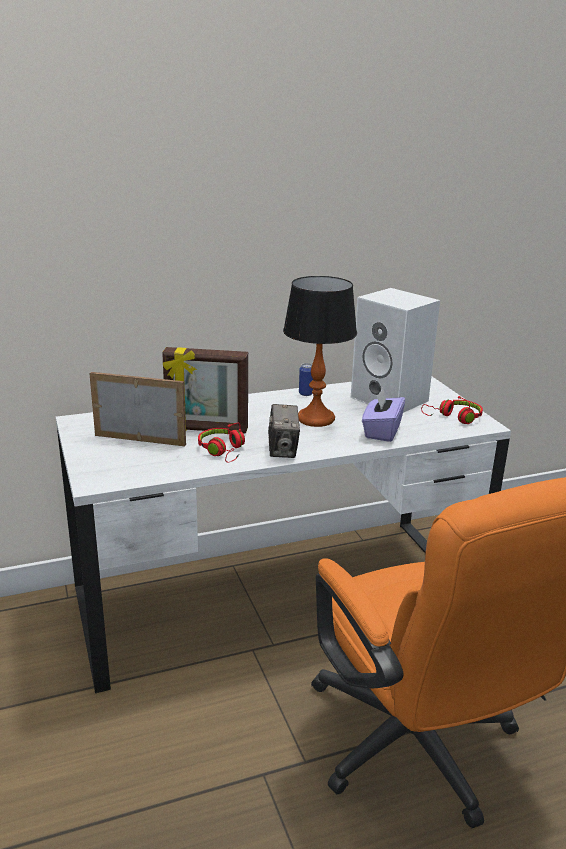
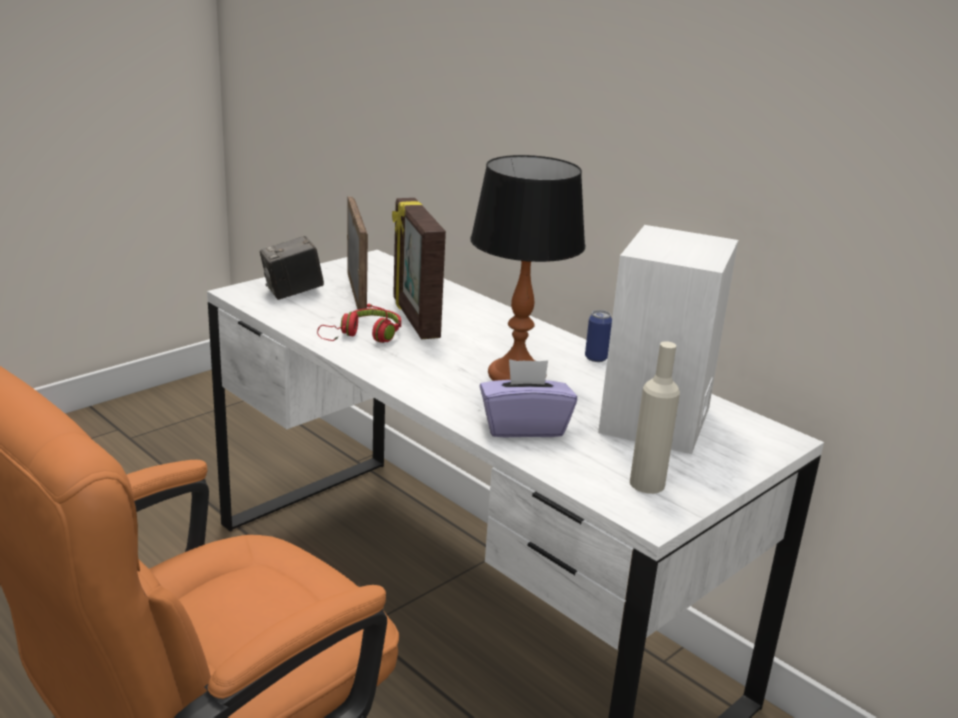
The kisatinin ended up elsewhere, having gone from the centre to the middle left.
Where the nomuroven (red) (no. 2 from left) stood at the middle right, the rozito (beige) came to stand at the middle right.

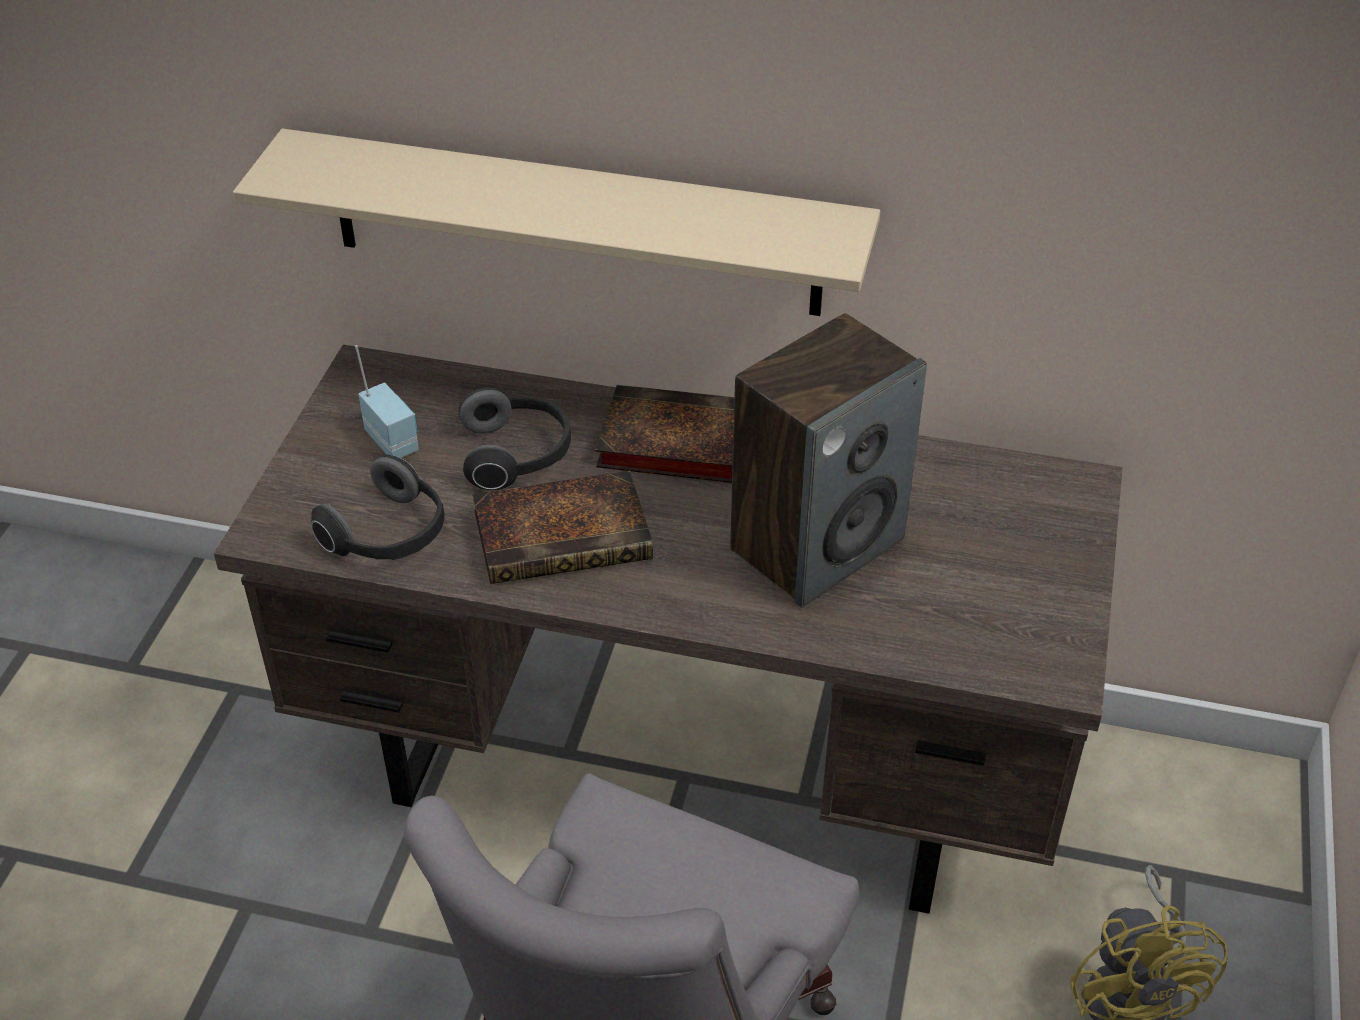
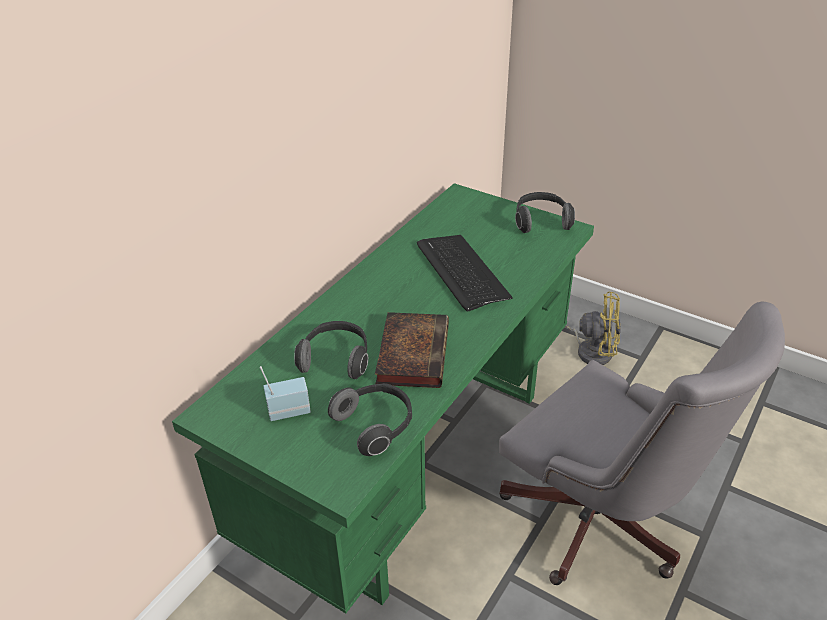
What was the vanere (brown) at the centre turned into the vanere (green) at the centre.
The second view lost the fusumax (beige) at the top centre.
The second view lost the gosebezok (no. 2 from left) at the centre.
Where the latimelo stood at the centre, the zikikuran came to stand at the centre.
The second view gained the nomuroven (no. 3 from left) at the centre.

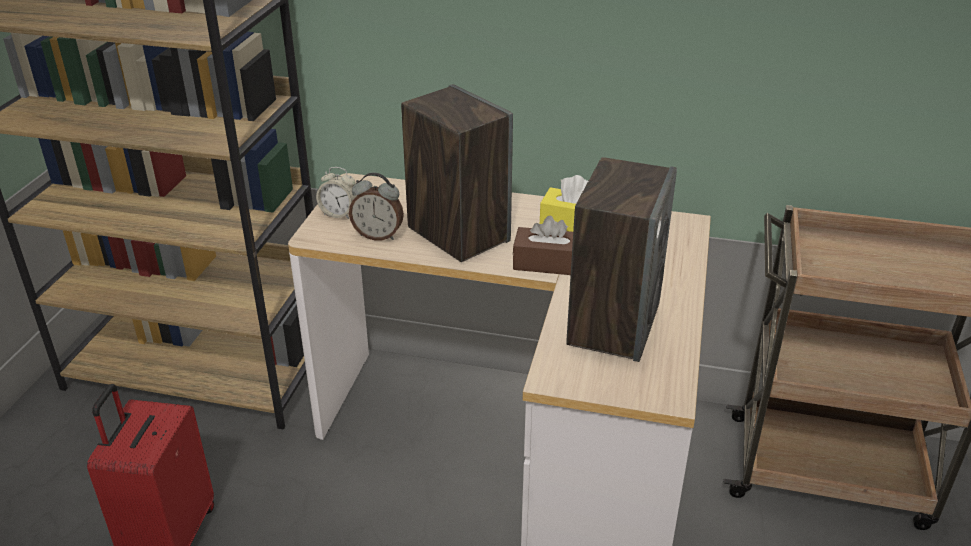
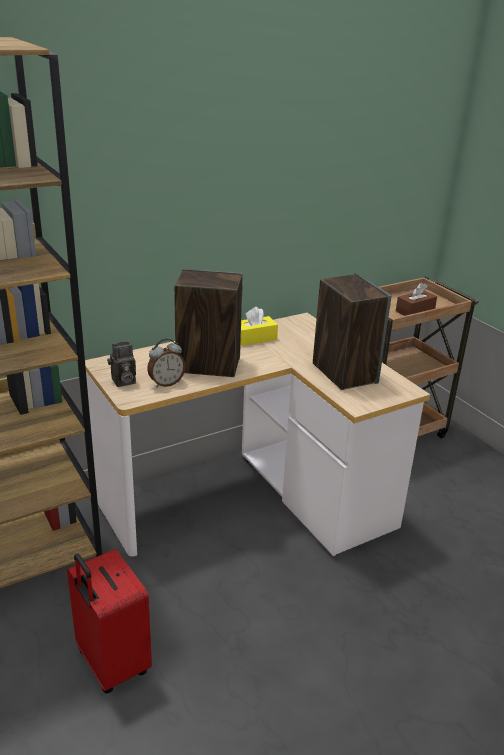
Where the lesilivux (no. 1 from left) stood at the centre, the kisatinin came to stand at the middle left.
The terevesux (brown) ended up elsewhere, having gone from the centre to the middle right.

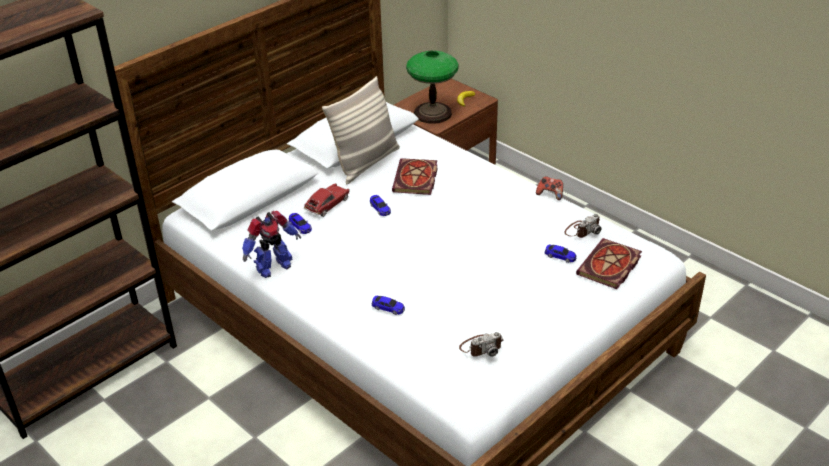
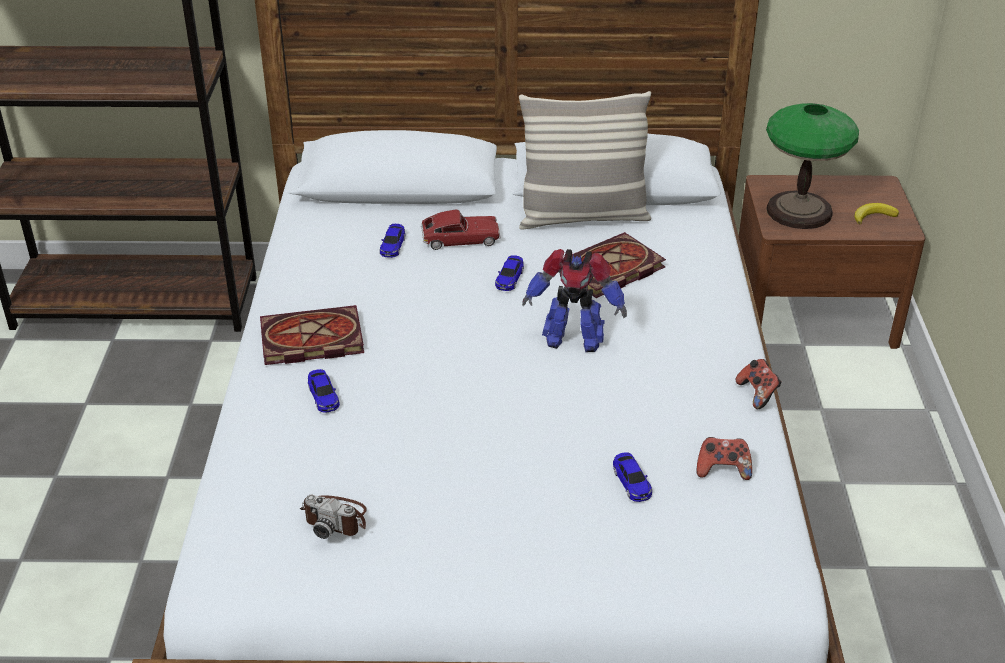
The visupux ended up elsewhere, having gone from the middle left to the centre.
Where the kisatinin (no. 2 from left) stood at the middle right, the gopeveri (no. 1 from left) came to stand at the bottom right.
The gosebezok (no. 2 from left in the first image) ended up elsewhere, having gone from the middle right to the middle left.

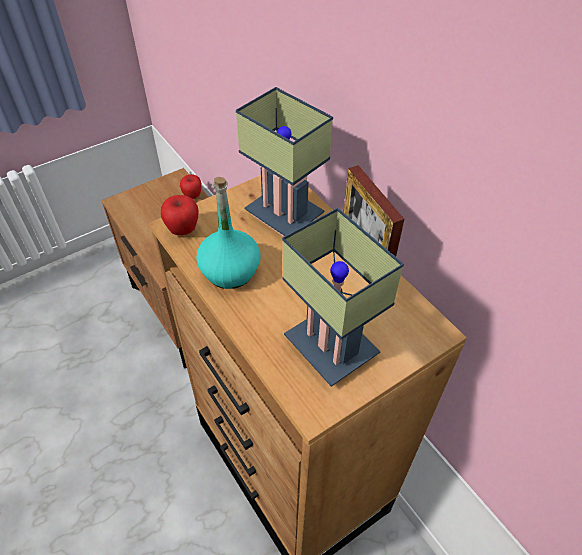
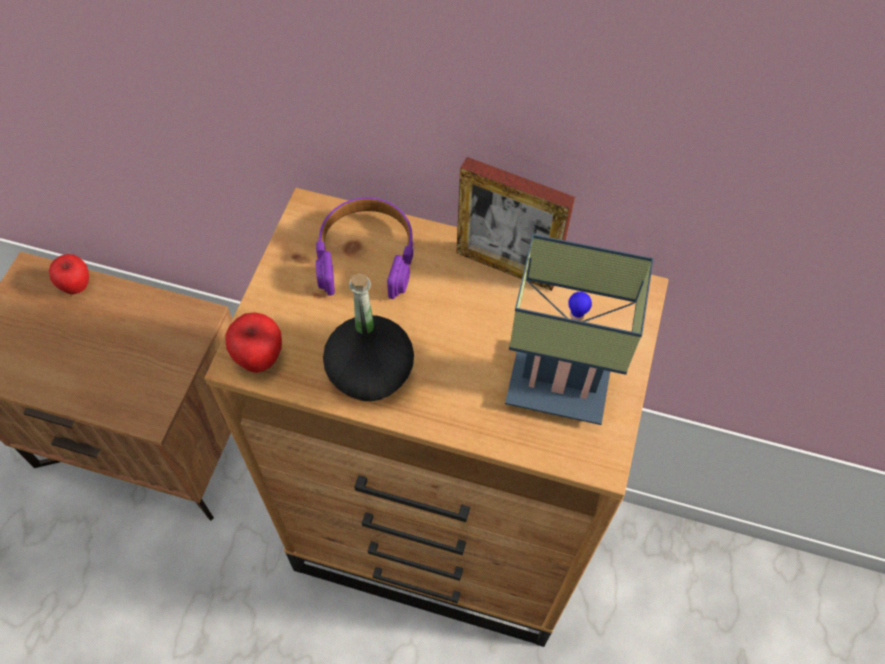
What was the rozito (turquoise) at the centre turned into the rozito (black) at the centre.
Where the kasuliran (no. 1 from left) stood at the top centre, the nomuroven (purple) came to stand at the centre.

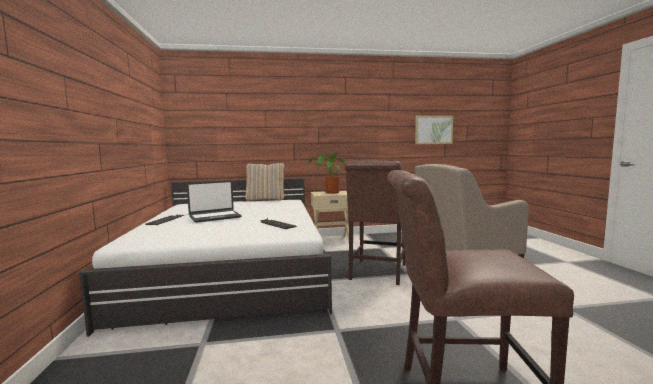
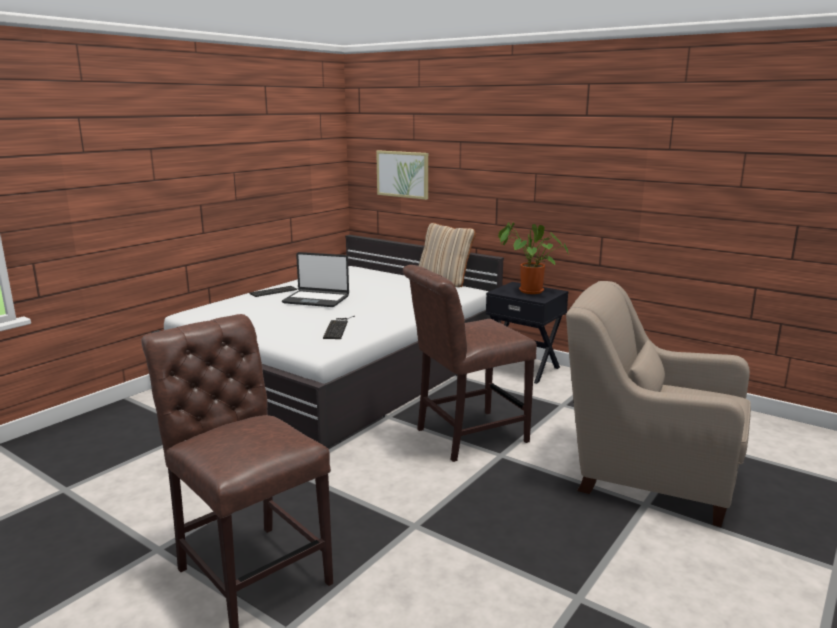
What was the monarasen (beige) at the centre turned into the monarasen (black) at the centre.
The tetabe ended up elsewhere, having gone from the centre to the top centre.

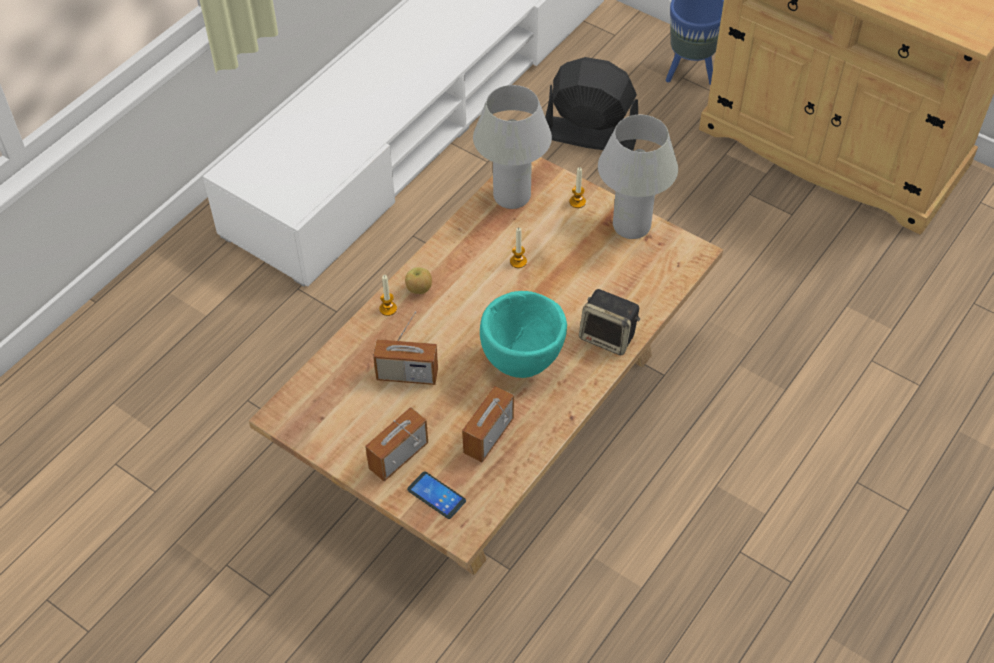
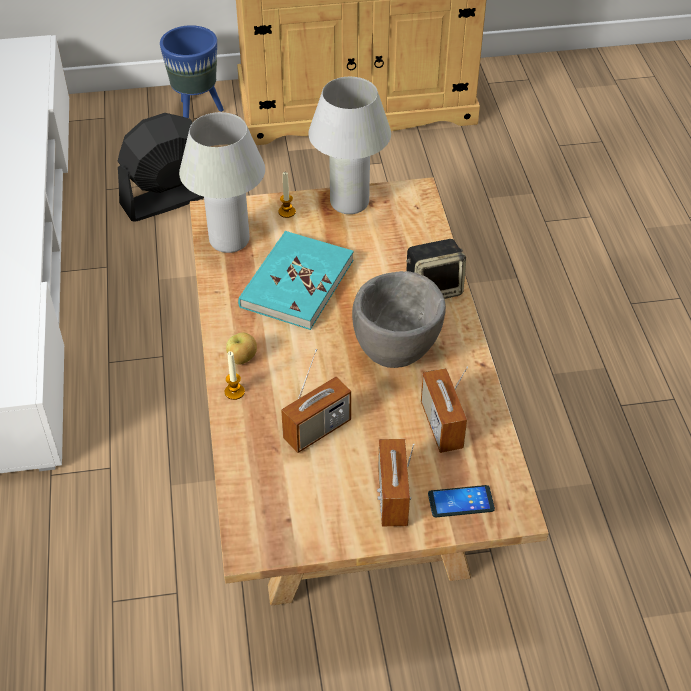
What was the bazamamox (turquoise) at the centre turned into the bazamamox (grey) at the centre.
Where the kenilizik (no. 2 from left) stood at the centre, the gosebezok (turquoise) came to stand at the centre.

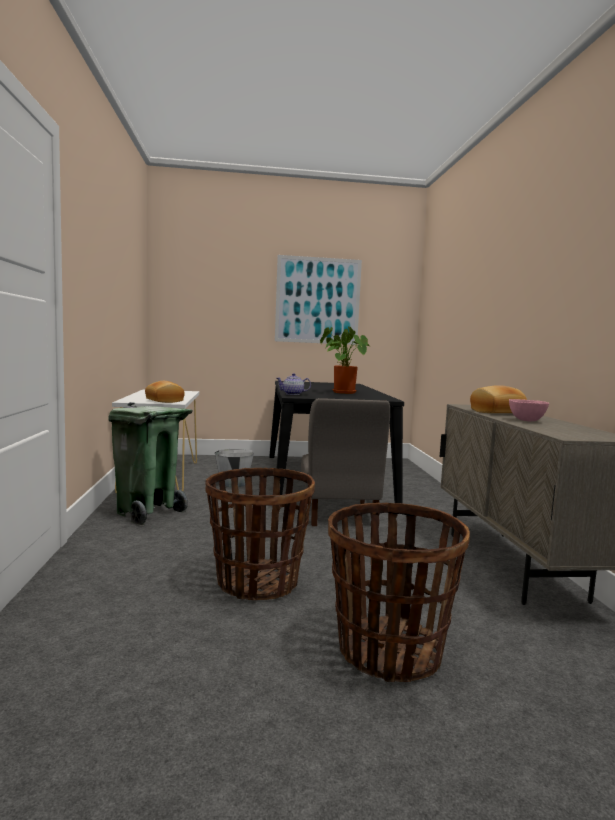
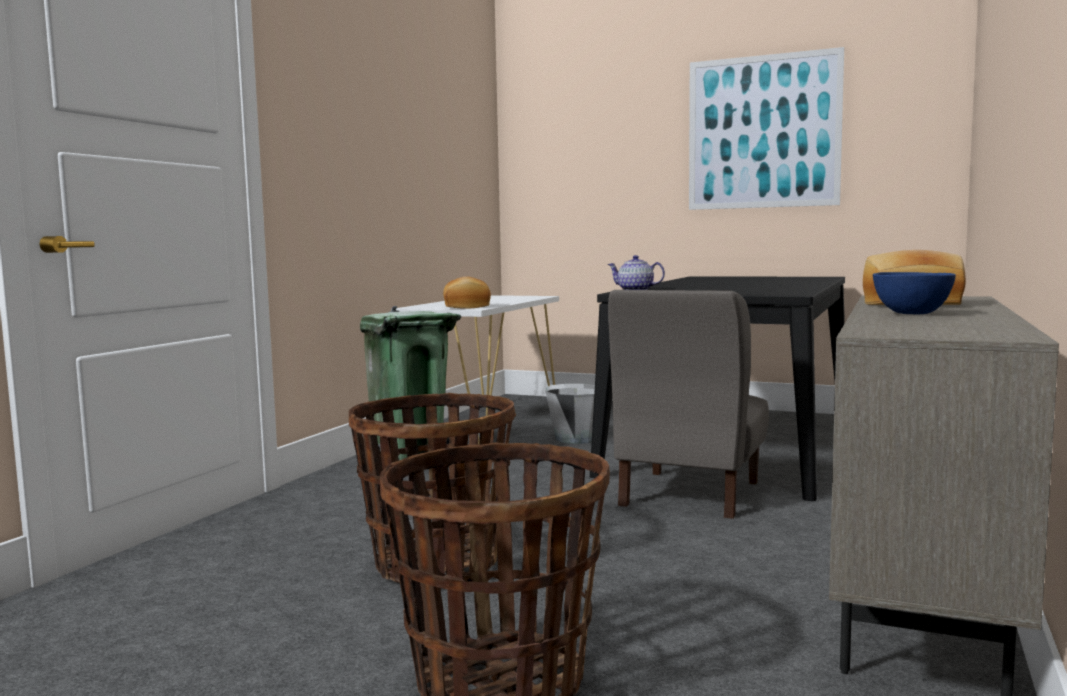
The second view lost the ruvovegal at the centre.
What was the bazamamox (pink) at the middle right turned into the bazamamox (blue) at the middle right.

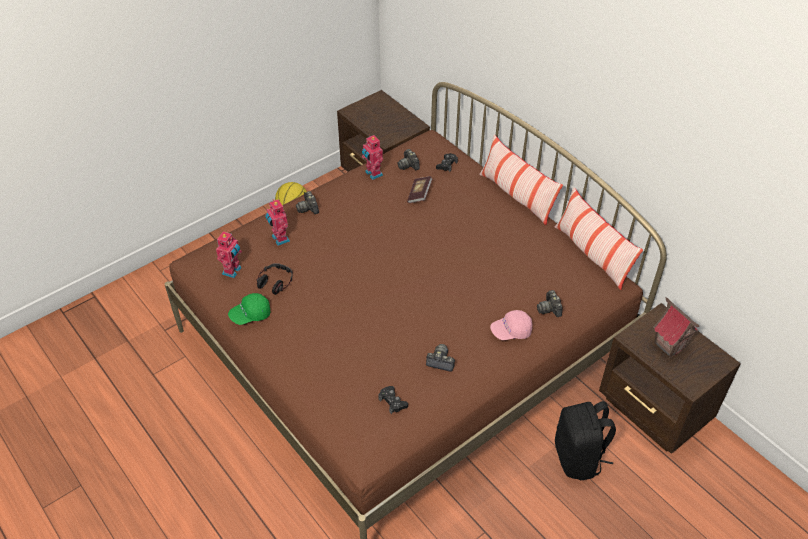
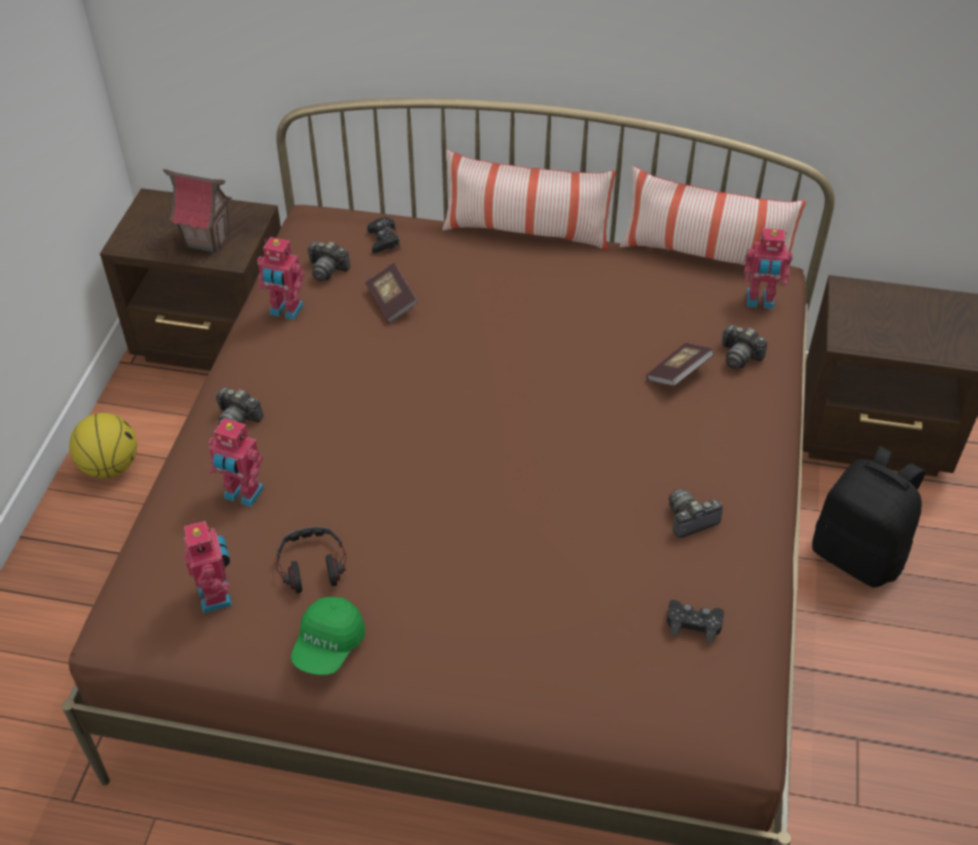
The second view lost the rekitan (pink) at the centre.
The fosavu ended up elsewhere, having gone from the middle right to the top left.
The second view gained the gosebezok (no. 2 from left) at the middle right.
The second view gained the visupux (no. 4 from left) at the top right.

